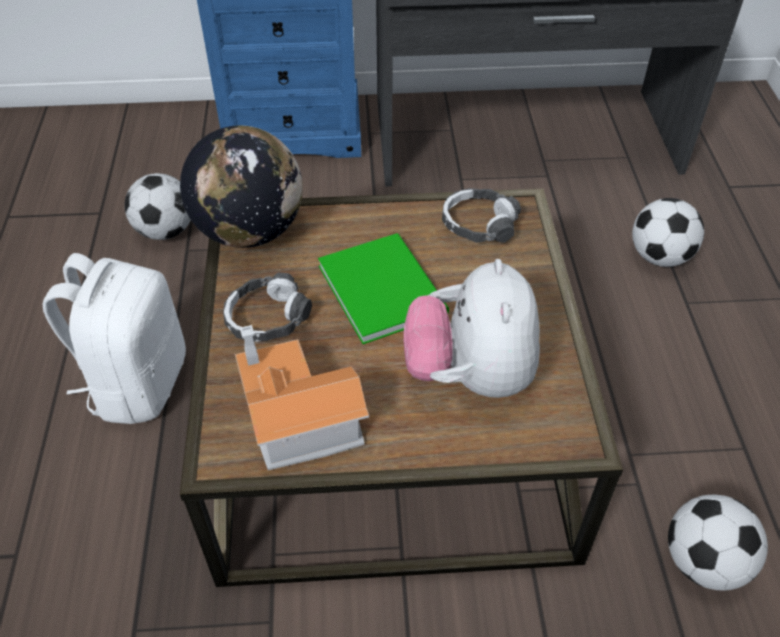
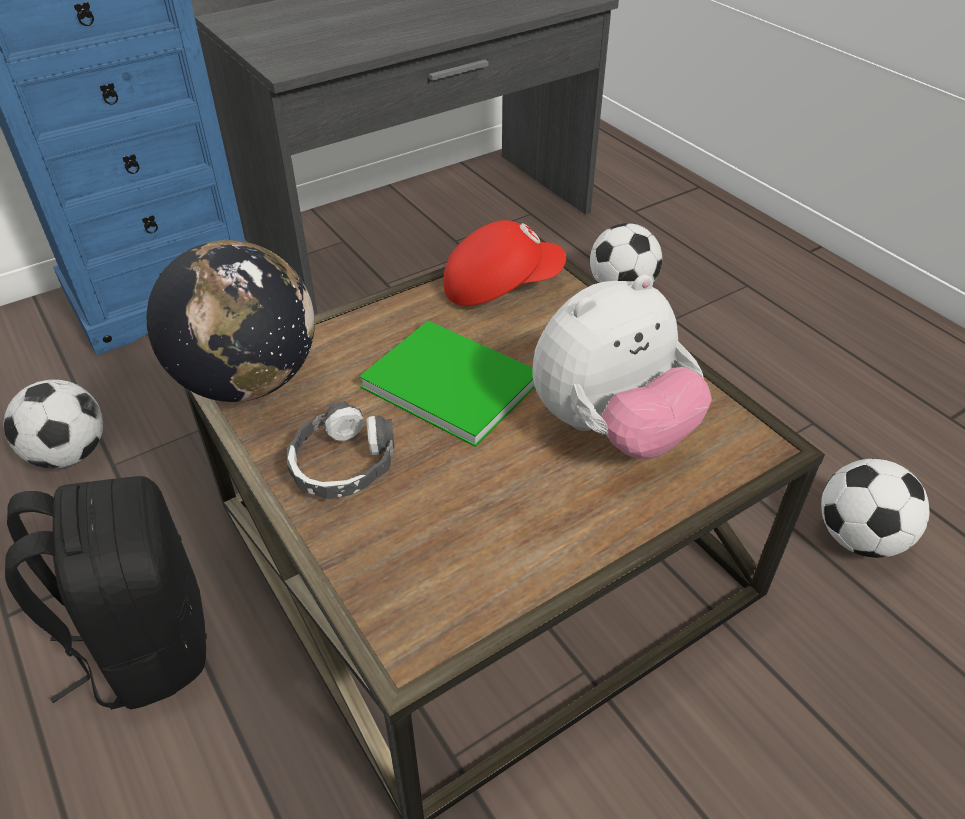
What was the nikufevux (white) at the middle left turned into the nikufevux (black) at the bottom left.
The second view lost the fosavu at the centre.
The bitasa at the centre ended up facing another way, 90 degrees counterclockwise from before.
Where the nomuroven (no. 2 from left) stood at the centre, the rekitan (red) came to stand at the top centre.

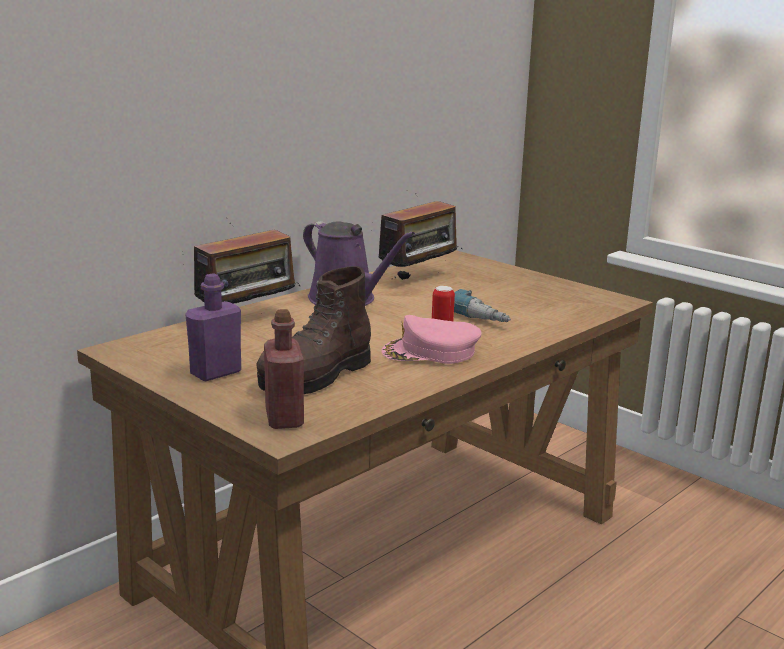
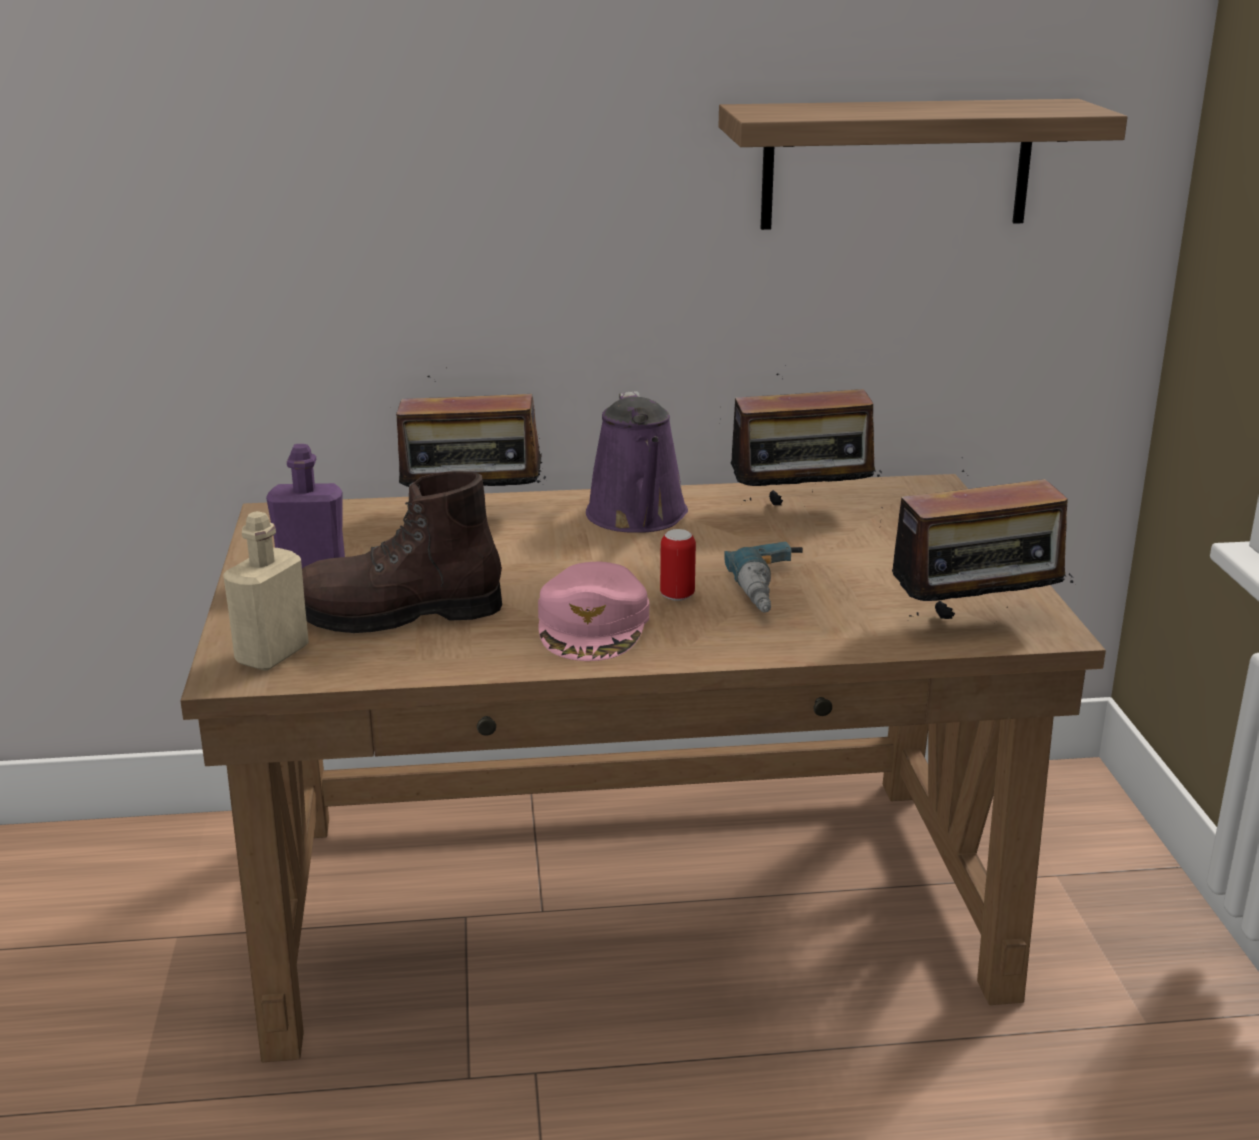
What was the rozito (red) at the centre turned into the rozito (beige) at the middle left.
The rekitan (pink) at the centre ended up facing another way, 120 degrees counterclockwise from before.
The second view gained the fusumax at the top right.
The second view gained the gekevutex (no. 3 from left) at the middle right.

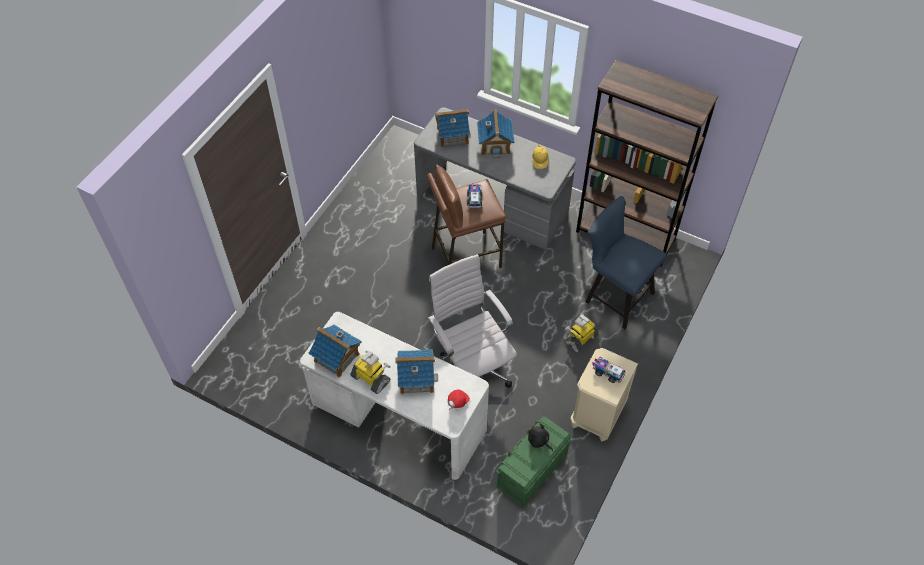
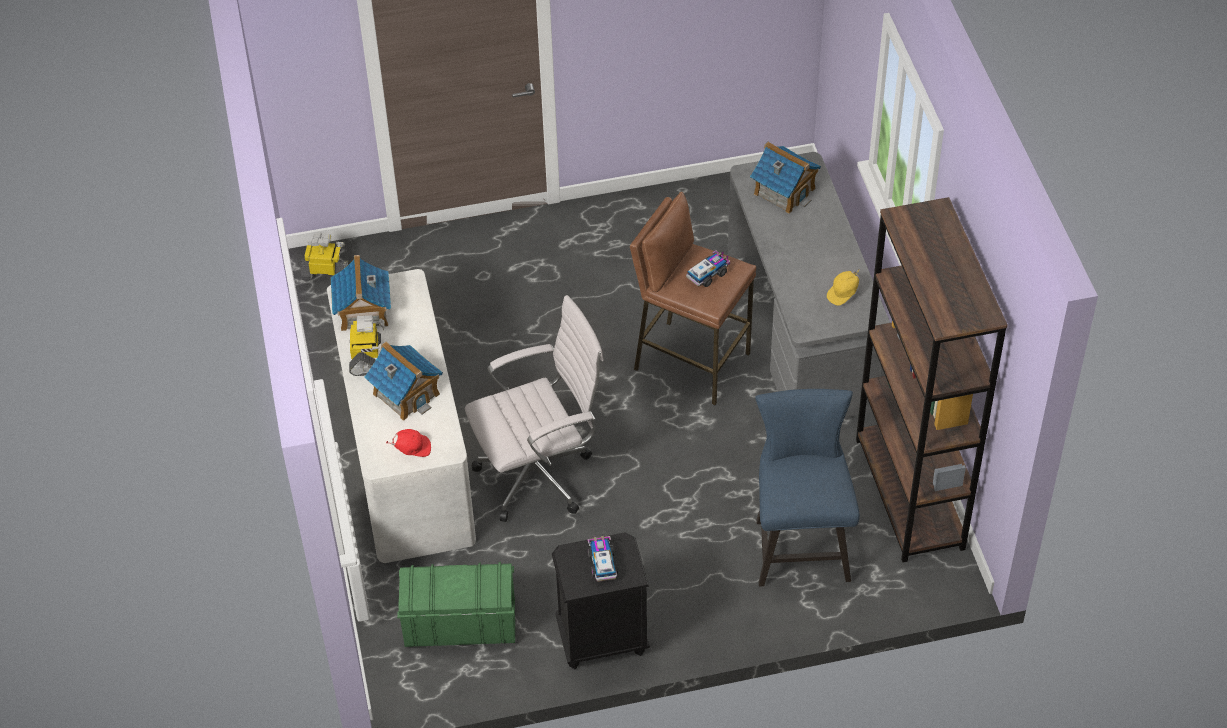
The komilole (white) at the centre ended up facing another way, 45 degrees clockwise from before.
The second view lost the fosavu (no. 4 from left) at the top centre.
The second view lost the bitasa (black) at the bottom centre.
The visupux (no. 2 from left in the first image) ended up elsewhere, having gone from the centre to the middle left.
What was the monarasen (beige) at the bottom centre turned into the monarasen (black) at the bottom centre.

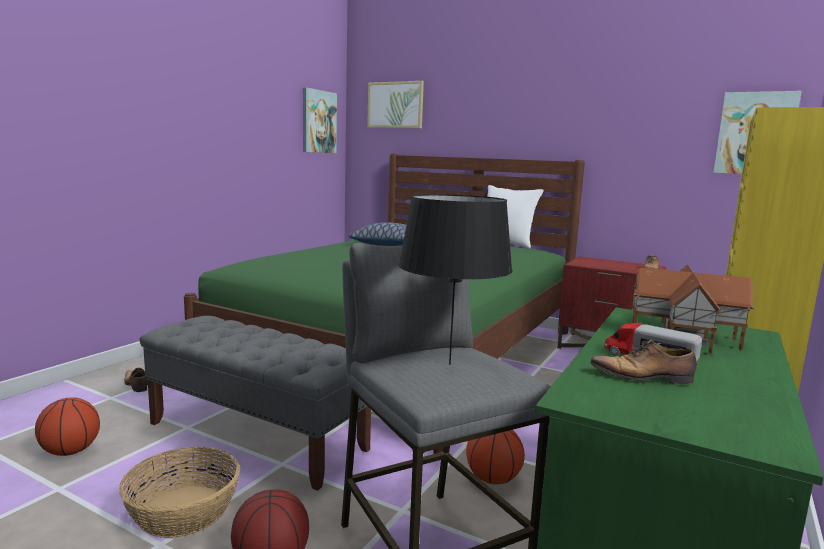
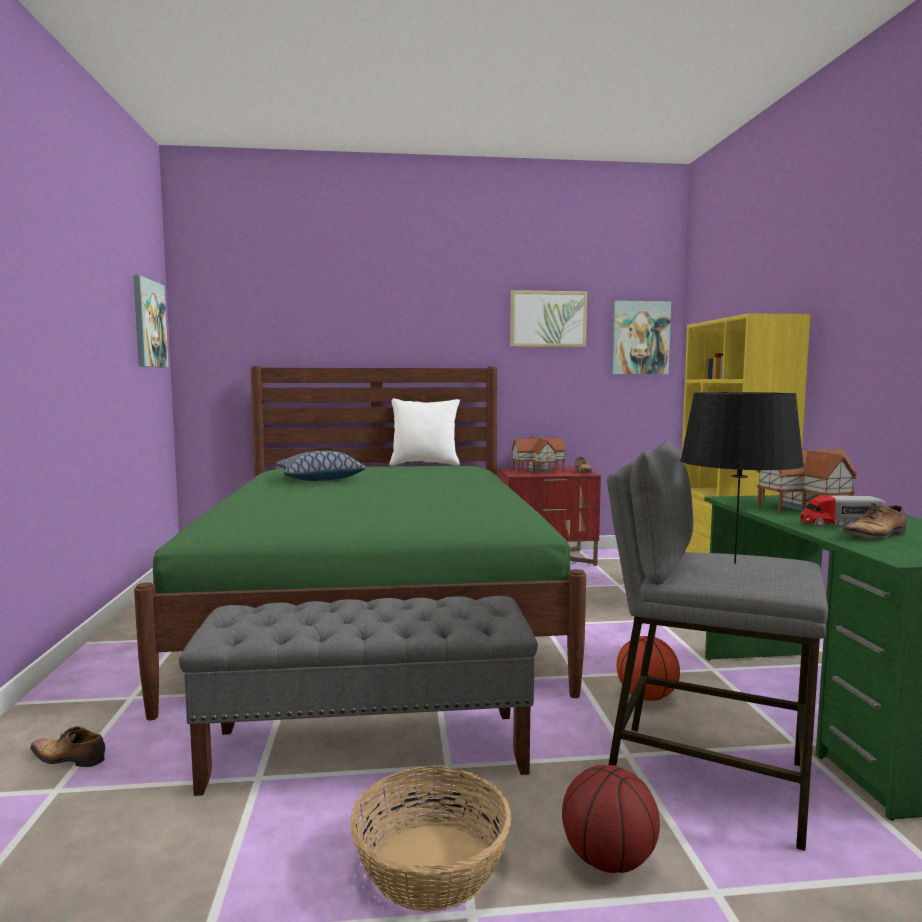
The second view lost the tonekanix (no. 1 from left) at the bottom left.
The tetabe (no. 2 from left) ended up elsewhere, having gone from the top centre to the centre.
The second view gained the fosavu (no. 1 from left) at the centre.

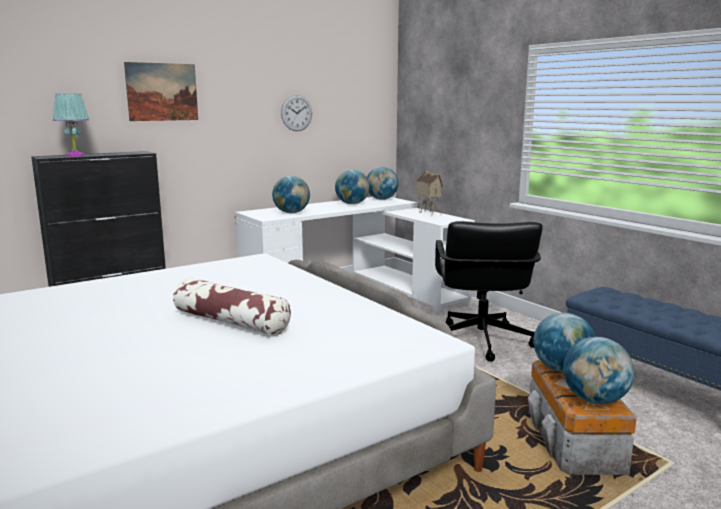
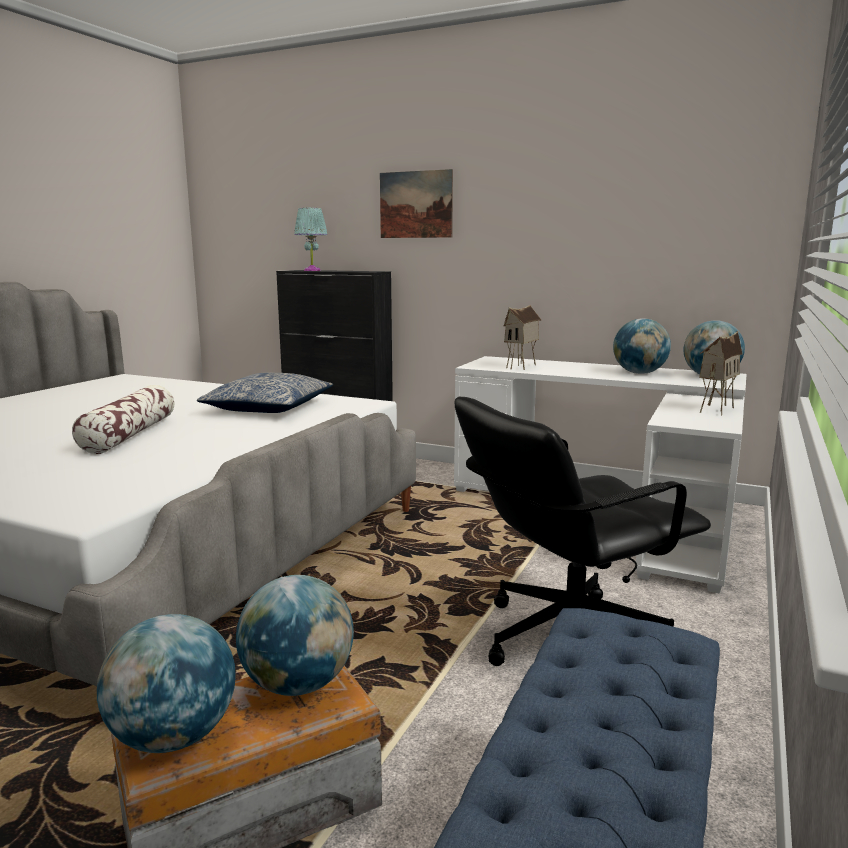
Where the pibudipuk (no. 1 from left) stood at the centre, the fosavu (no. 1 from left) came to stand at the centre.
The second view lost the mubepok at the top centre.
The second view gained the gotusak (no. 2 from left) at the middle left.

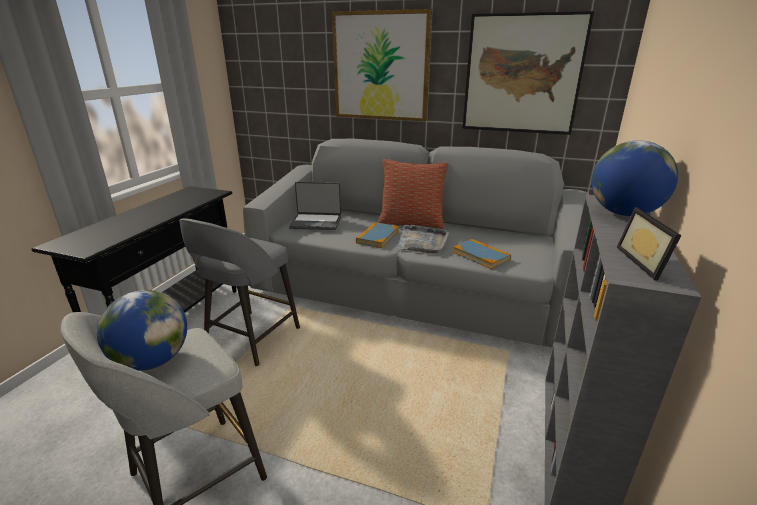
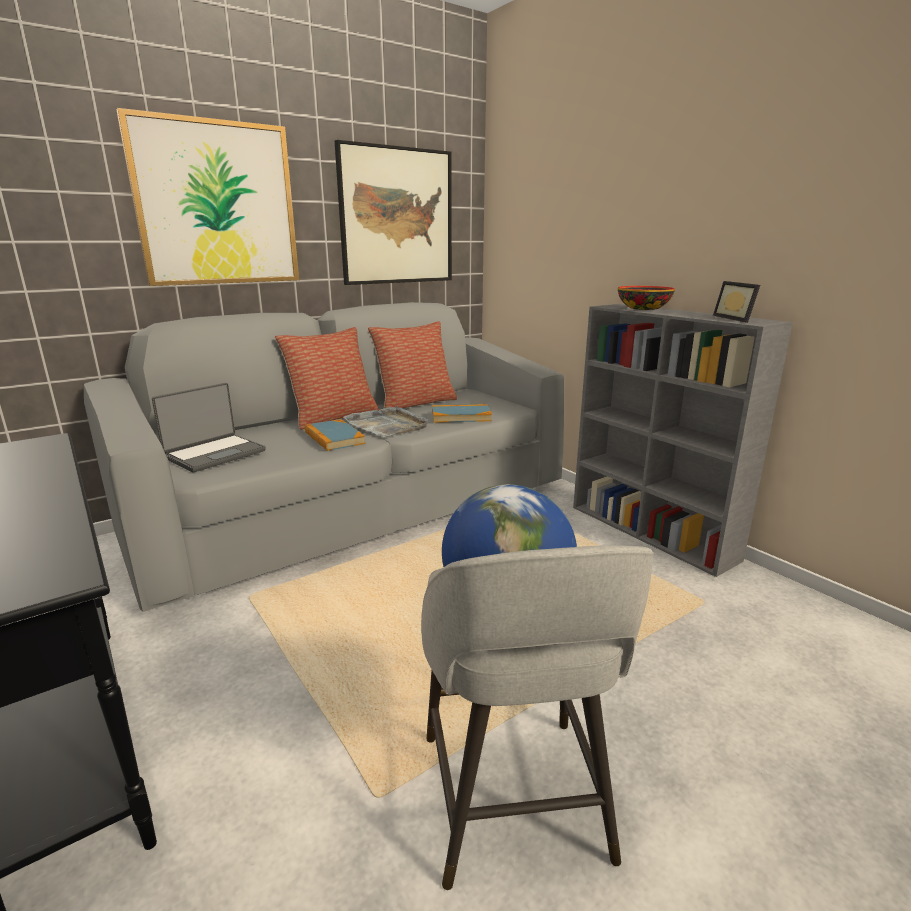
The second view lost the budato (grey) (no. 2 from left) at the middle left.
Where the pibudipuk (no. 2 from left) stood at the middle right, the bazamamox came to stand at the top right.
The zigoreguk at the middle right ended up facing another way, 45 degrees clockwise from before.
The second view gained the gotusak (no. 2 from left) at the centre.

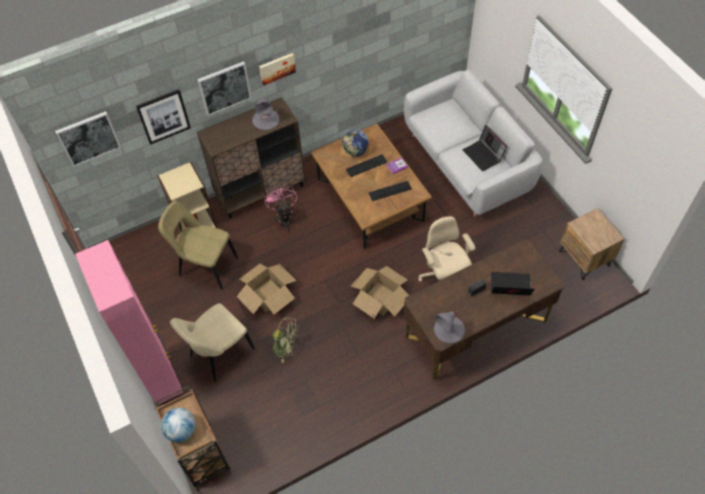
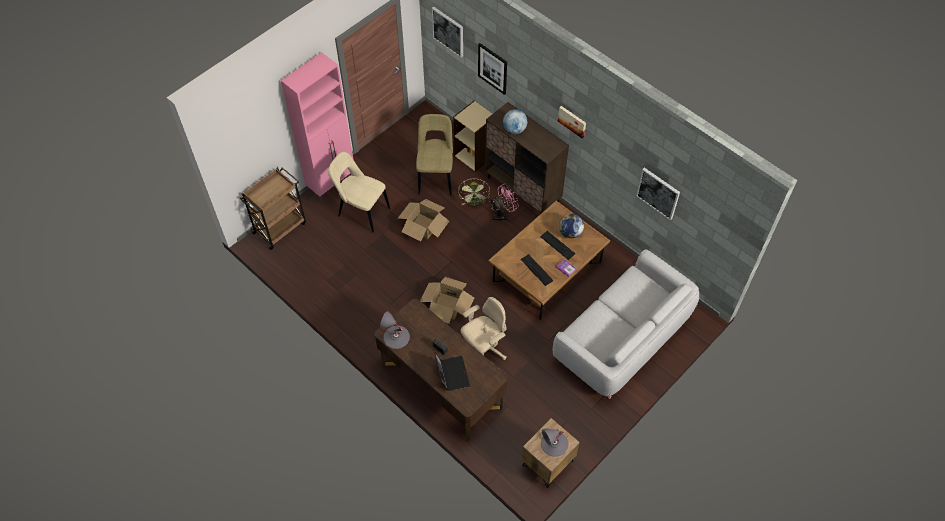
The pibudipuk (no. 1 from left) ended up elsewhere, having gone from the bottom left to the top centre.
The tetabe (no. 3 from left in the first image) ended up elsewhere, having gone from the top left to the middle right.
The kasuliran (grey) (no. 1 from left in the first image) ended up elsewhere, having gone from the top centre to the bottom centre.
The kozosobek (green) ended up elsewhere, having gone from the bottom centre to the centre.
The second view lost the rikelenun (no. 1 from left) at the top right.

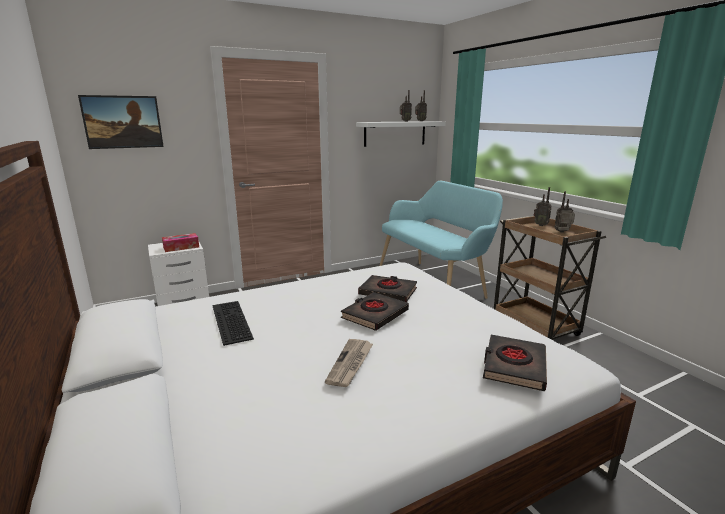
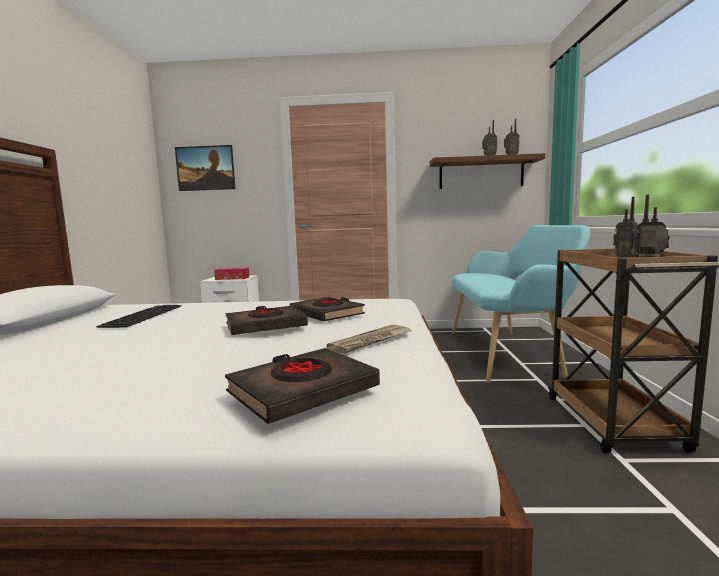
The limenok ended up elsewhere, having gone from the bottom centre to the centre.
What was the fusumax (white) at the top centre turned into the fusumax (brown) at the top right.

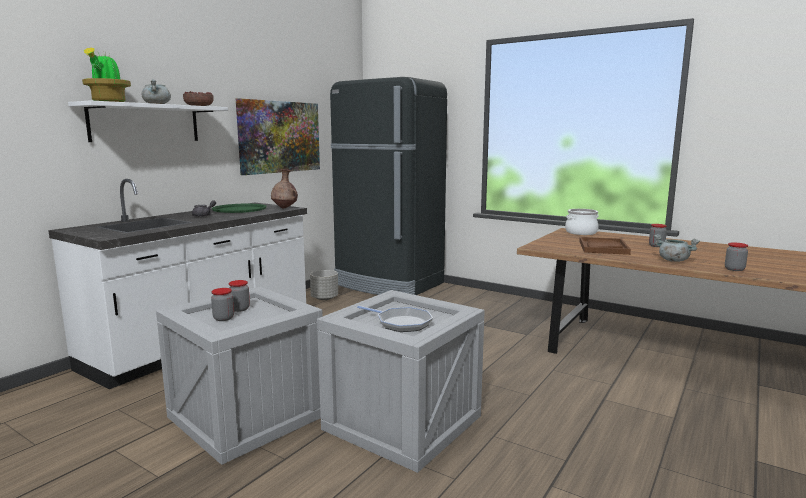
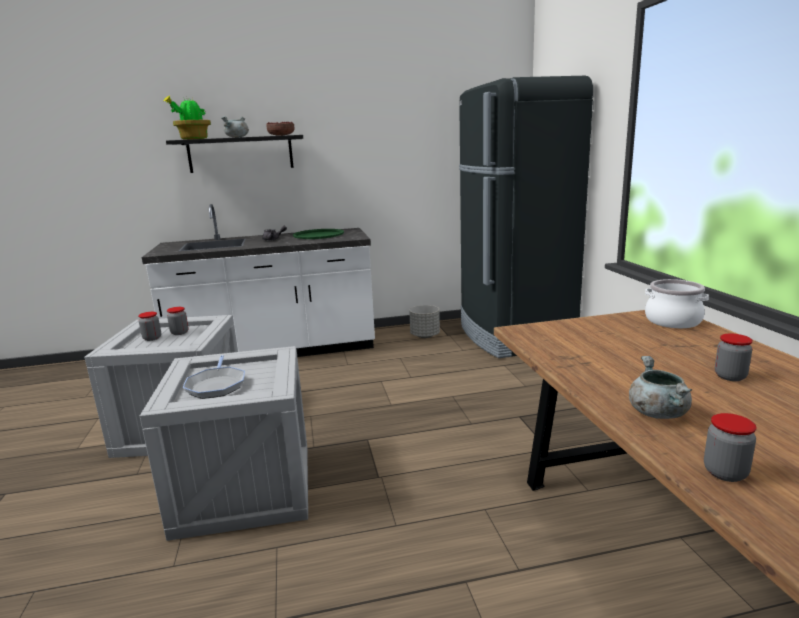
What was the fusumax (white) at the top left turned into the fusumax (black) at the top left.
The second view lost the tetabe at the top centre.
The second view lost the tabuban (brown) at the centre.
The second view lost the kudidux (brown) at the middle right.

